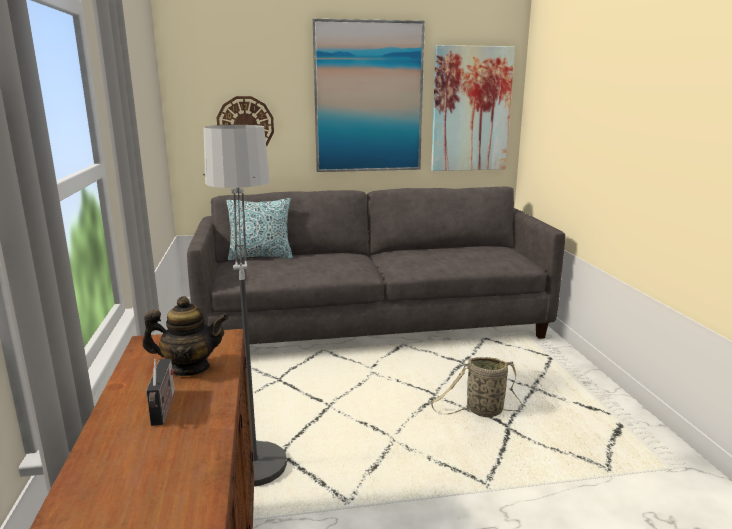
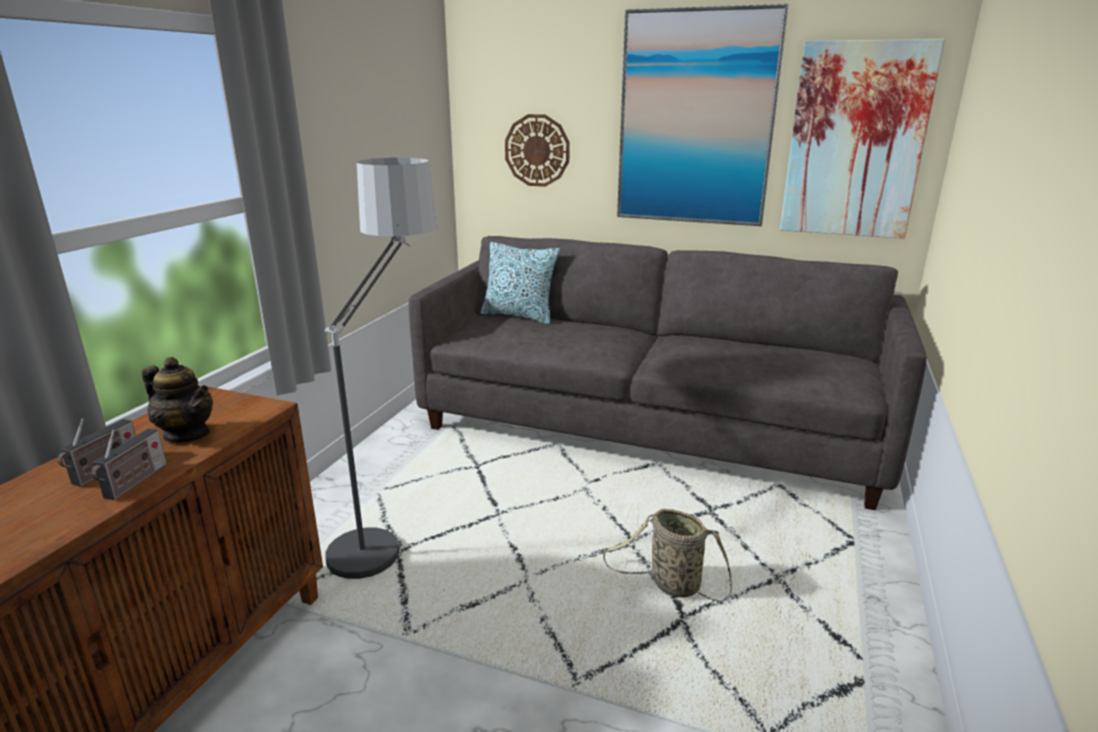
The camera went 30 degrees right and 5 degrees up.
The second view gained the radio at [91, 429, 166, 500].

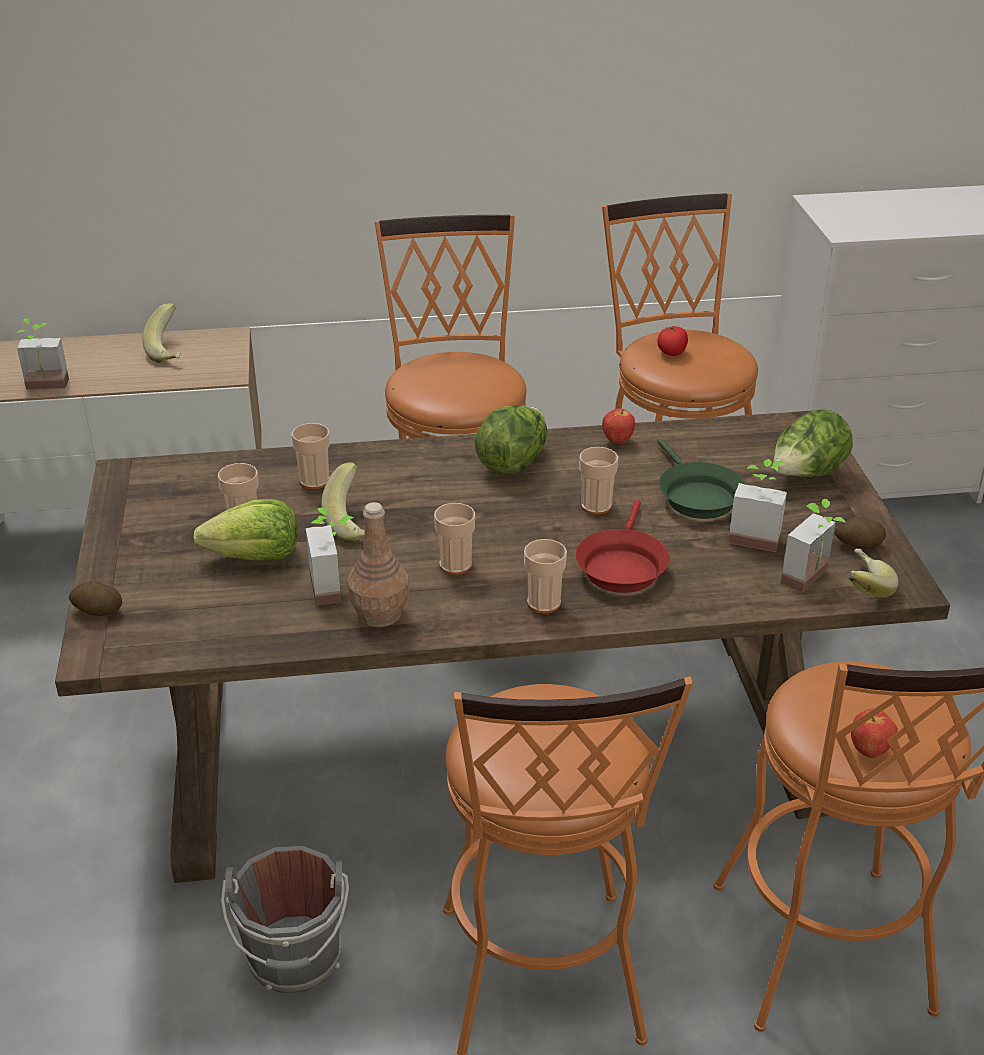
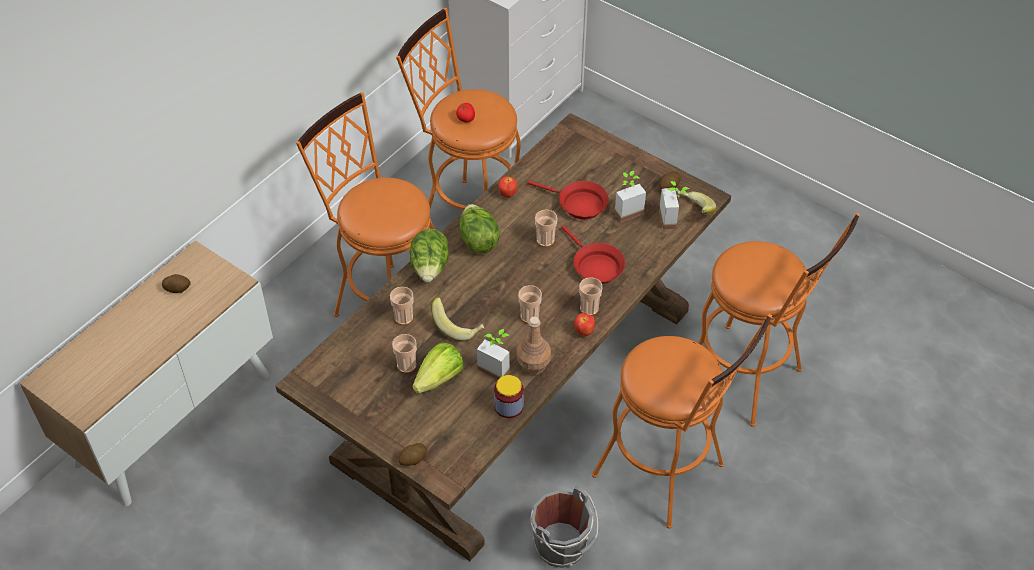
The camera went 45 degrees left and 15 degrees up.
The second view lost the potted plant at [17, 318, 69, 389].
The second view gained the jar at [494, 375, 524, 418].
The lettuce ended up elsewhere, having gone from [773, 409, 853, 478] to [410, 229, 449, 283].
The apple ended up elsewhere, having gone from [851, 708, 898, 758] to [574, 313, 595, 336].
Where the banana stood at [143, 303, 180, 363], the potato came to stand at [162, 274, 191, 293].
What was the green frying pan at [657, 438, 746, 519] turned into the red frying pan at [528, 181, 609, 219].

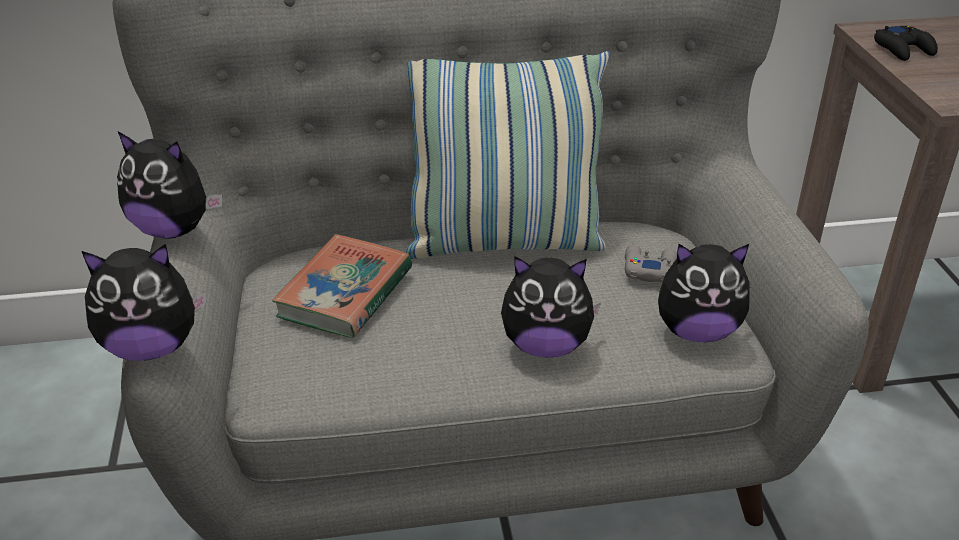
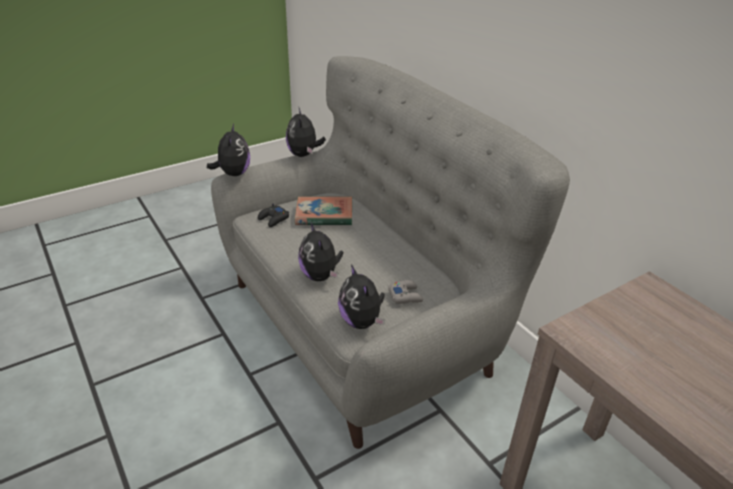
The camera went 65 degrees right and 0 degrees up.
The second view lost the pillow at [405, 51, 610, 259].
The black game controller ended up elsewhere, having gone from [874, 26, 938, 61] to [258, 204, 289, 227].
The plush toy at [82, 244, 206, 361] ended up facing another way, 150 degrees counterclockwise from before.

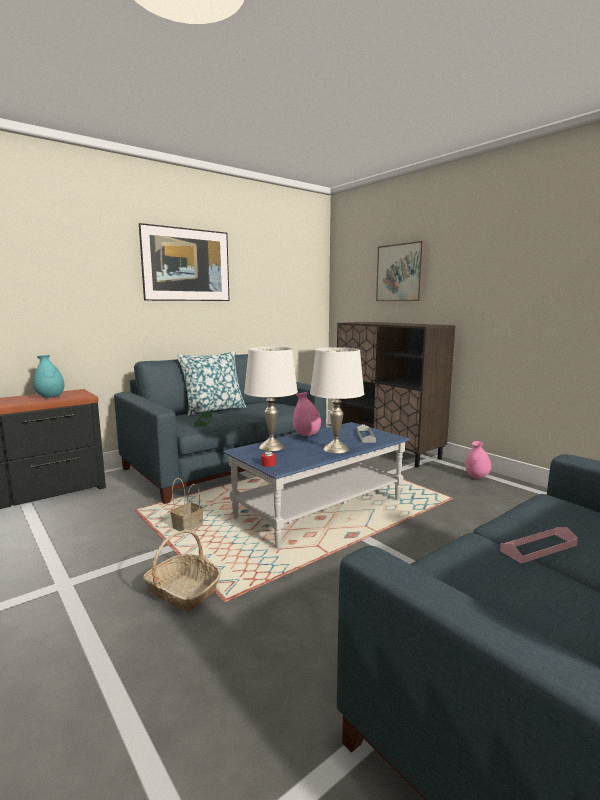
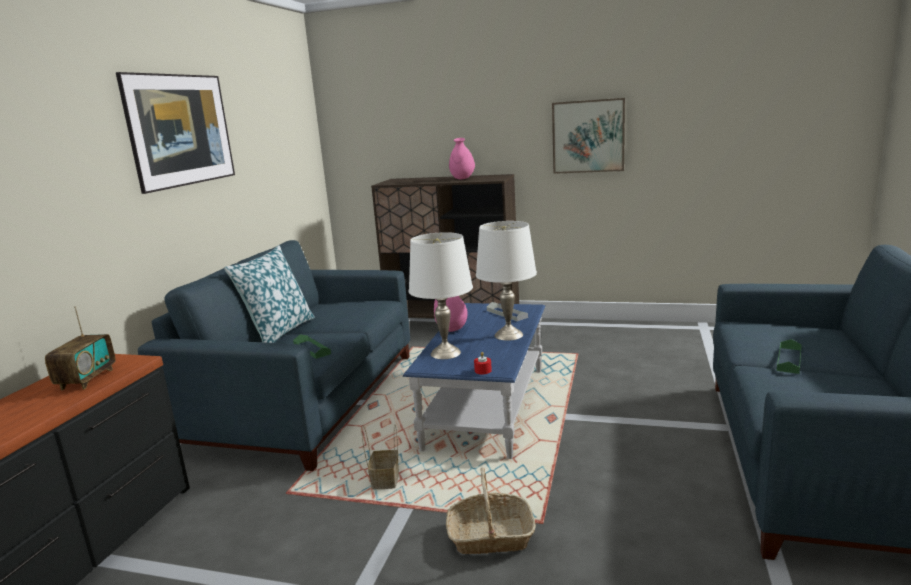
The camera went 35 degrees left and 5 degrees up.
The picture ended up elsewhere, having gone from [376, 241, 425, 301] to [552, 98, 625, 174].
The pink vase ended up elsewhere, having gone from [465, 441, 491, 479] to [449, 138, 475, 179].
Where the turquoise vase stood at [33, 355, 64, 398], the radio came to stand at [45, 306, 116, 390].
What was the pink tray at [500, 527, 578, 564] turned into the green tray at [777, 339, 802, 374].

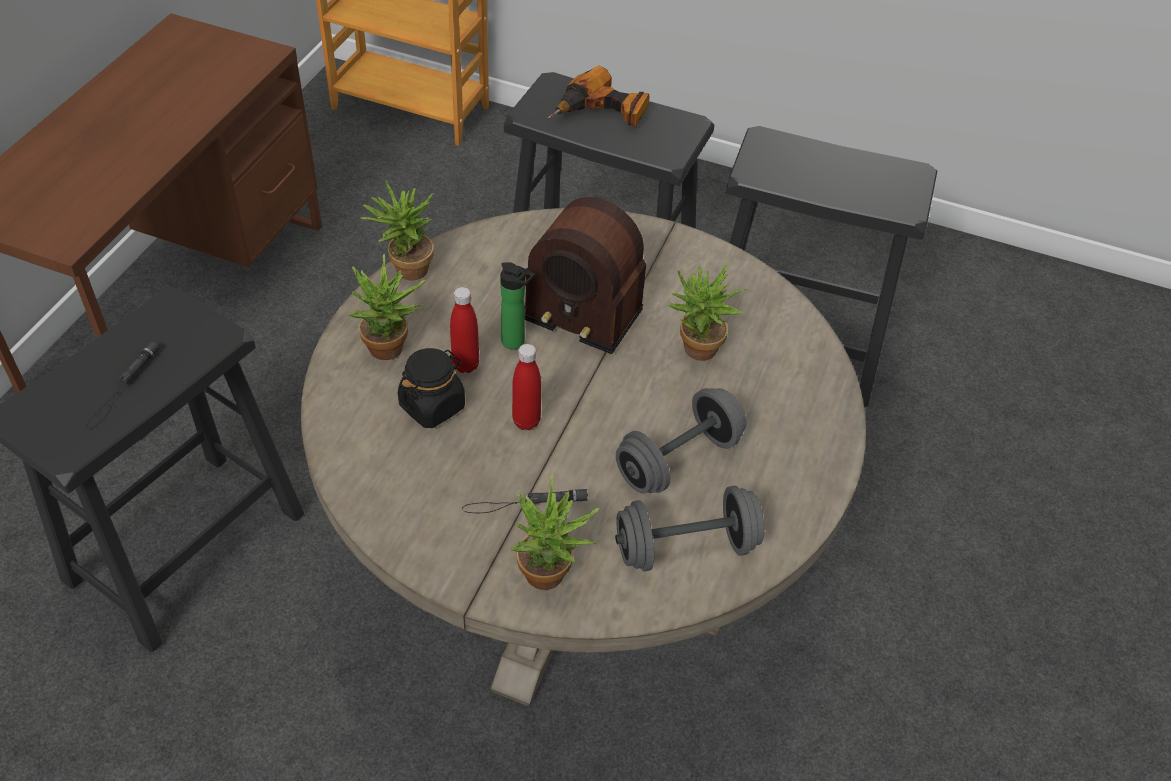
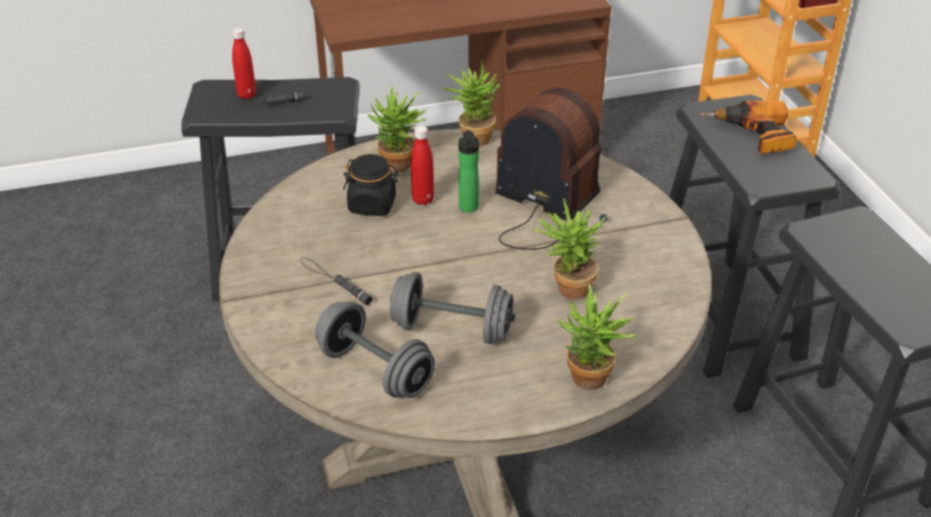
The camera went 55 degrees right and 10 degrees down.
The potted plant ended up elsewhere, having gone from [510, 474, 600, 590] to [557, 285, 637, 390].
The red bottle ended up elsewhere, having gone from [512, 344, 541, 430] to [232, 28, 256, 99].
The radio at [525, 197, 646, 354] ended up facing another way, 135 degrees clockwise from before.

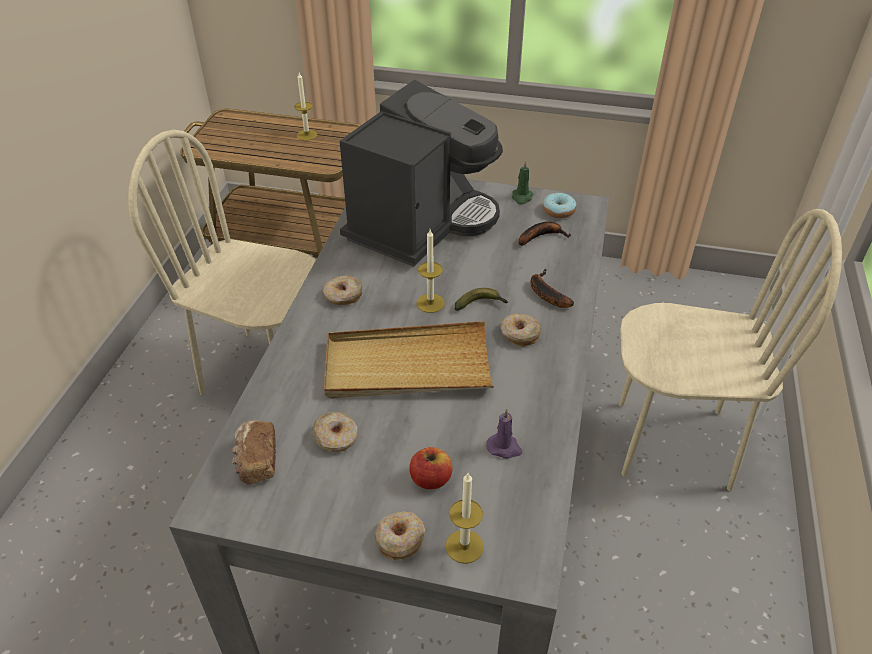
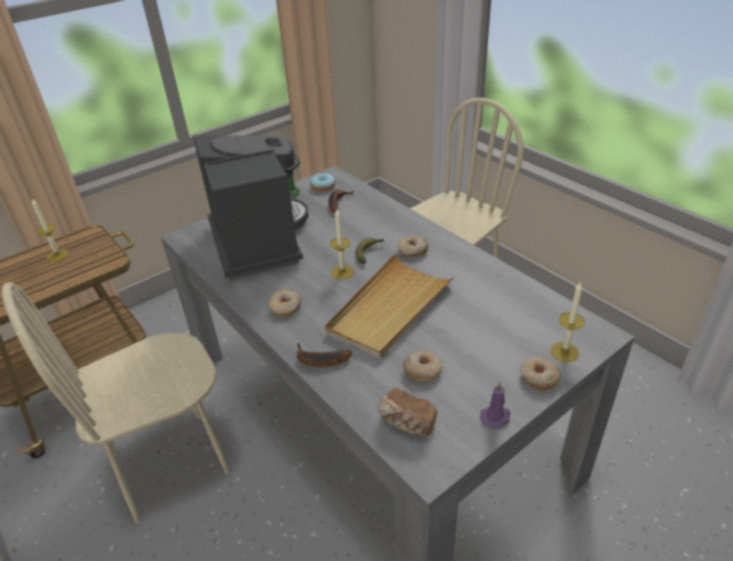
The camera went 50 degrees left and 5 degrees down.
The second view lost the apple at [409, 447, 452, 489].
The purple candle ended up elsewhere, having gone from [486, 409, 522, 459] to [480, 382, 510, 429].
The banana ended up elsewhere, having gone from [531, 269, 574, 308] to [297, 343, 352, 367].

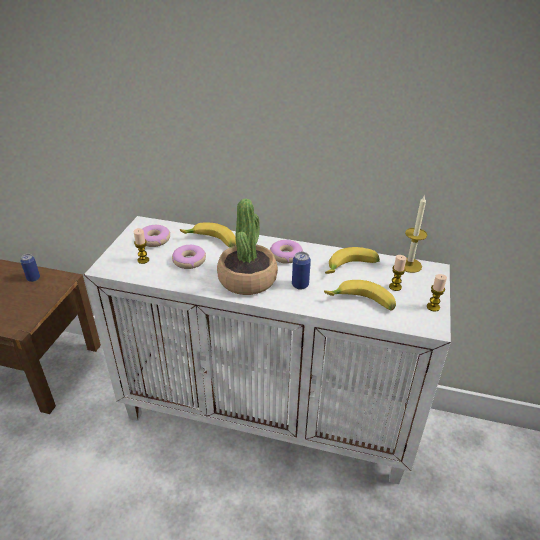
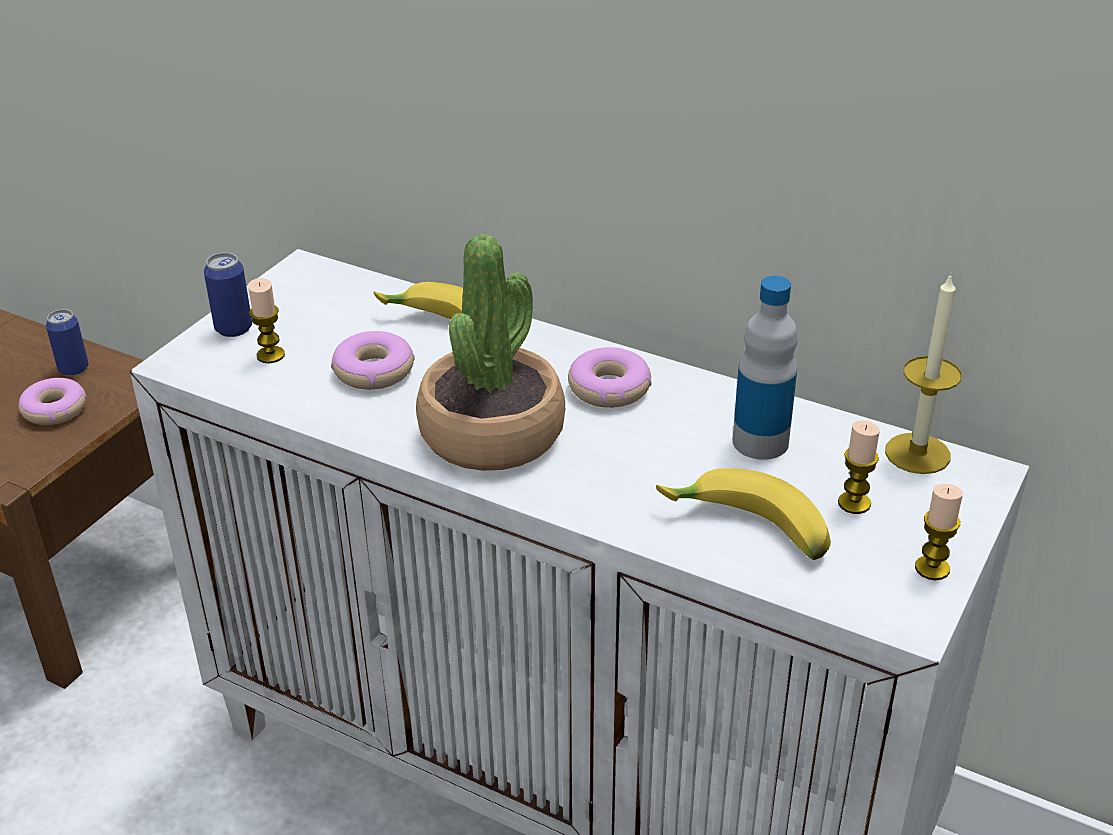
The camera went 15 degrees right and 0 degrees up.
The donut ended up elsewhere, having gone from [142, 225, 170, 247] to [19, 378, 87, 425].
The can ended up elsewhere, having gone from [292, 252, 311, 290] to [204, 252, 252, 337].
Where the banana stood at [325, 247, 380, 274], the bottle came to stand at [732, 276, 798, 460].

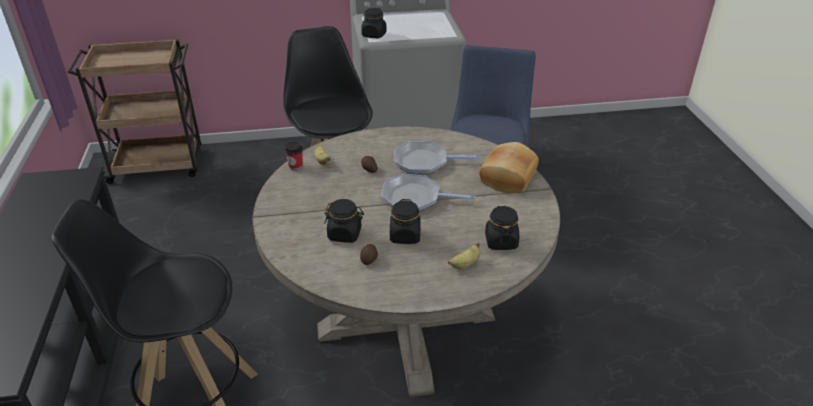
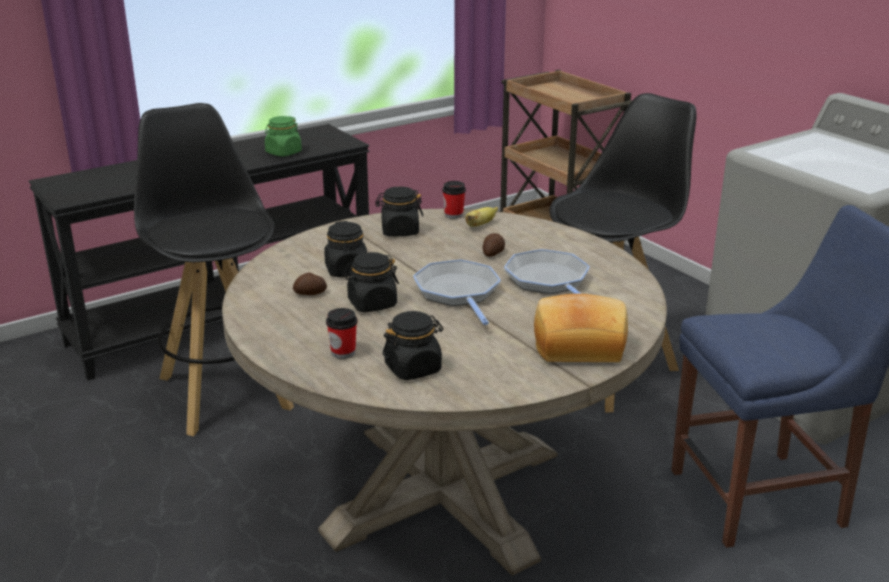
The camera went 65 degrees right and 10 degrees down.
The second view gained the green jar at [265, 116, 302, 156].
The black jar ended up elsewhere, having gone from [361, 8, 387, 38] to [375, 186, 423, 236].
Where the banana stood at [448, 242, 481, 269], the cup came to stand at [326, 308, 357, 359].

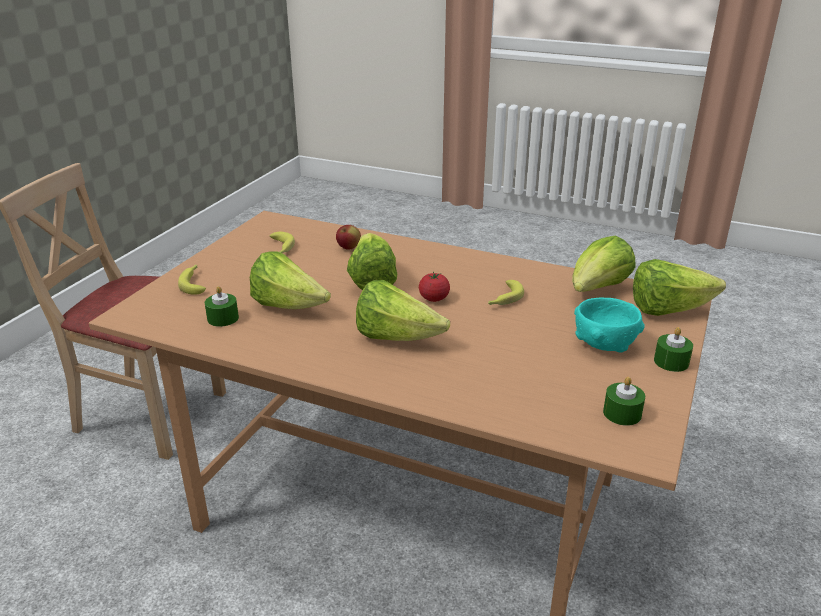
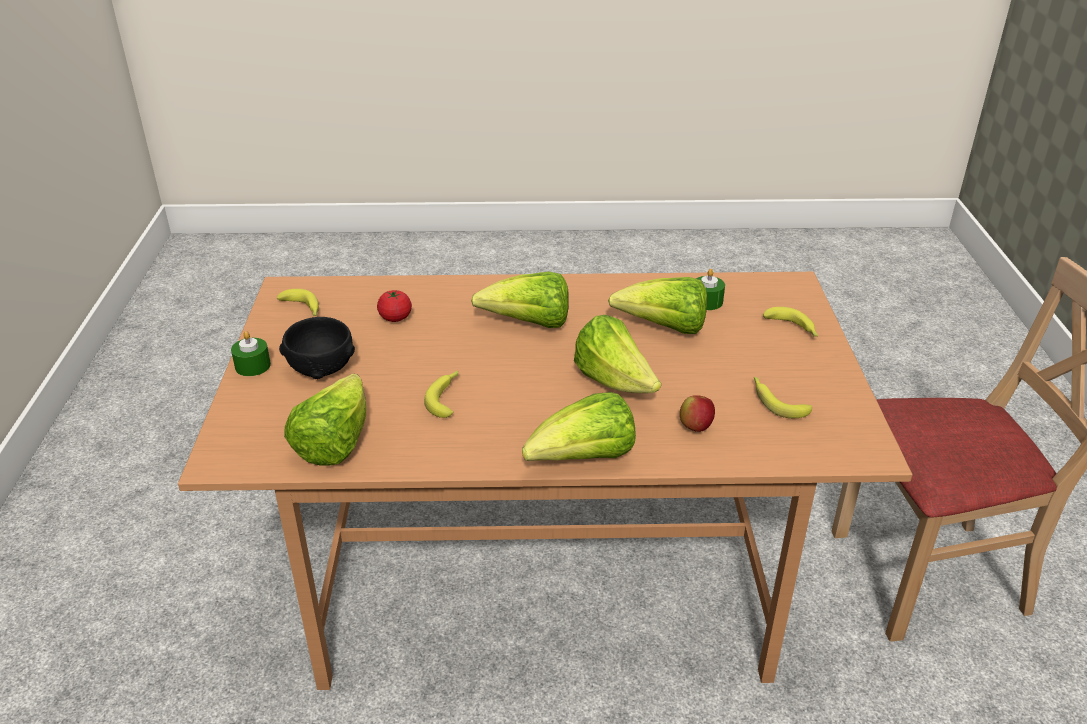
The camera went 155 degrees right and 5 degrees up.
The tomato ended up elsewhere, having gone from [419, 271, 450, 302] to [377, 290, 412, 322].
The lettuce ended up elsewhere, having gone from [633, 259, 726, 316] to [522, 392, 636, 461].
Where the green candle stood at [603, 377, 645, 426], the banana came to stand at [277, 289, 319, 316].
What was the turquoise bowl at [574, 298, 645, 353] turned into the black bowl at [279, 317, 355, 379].

